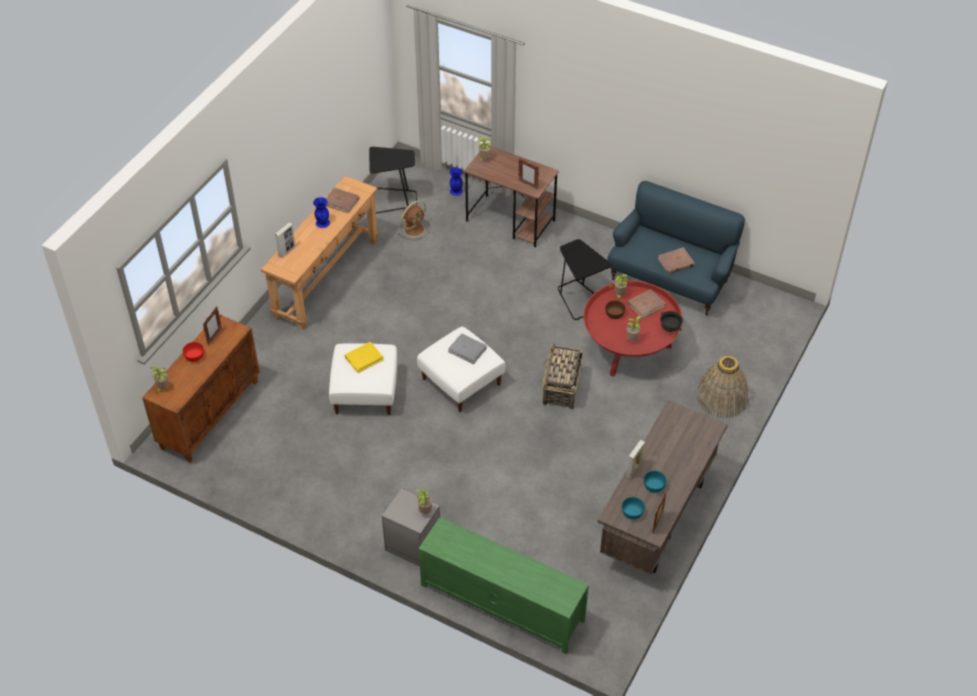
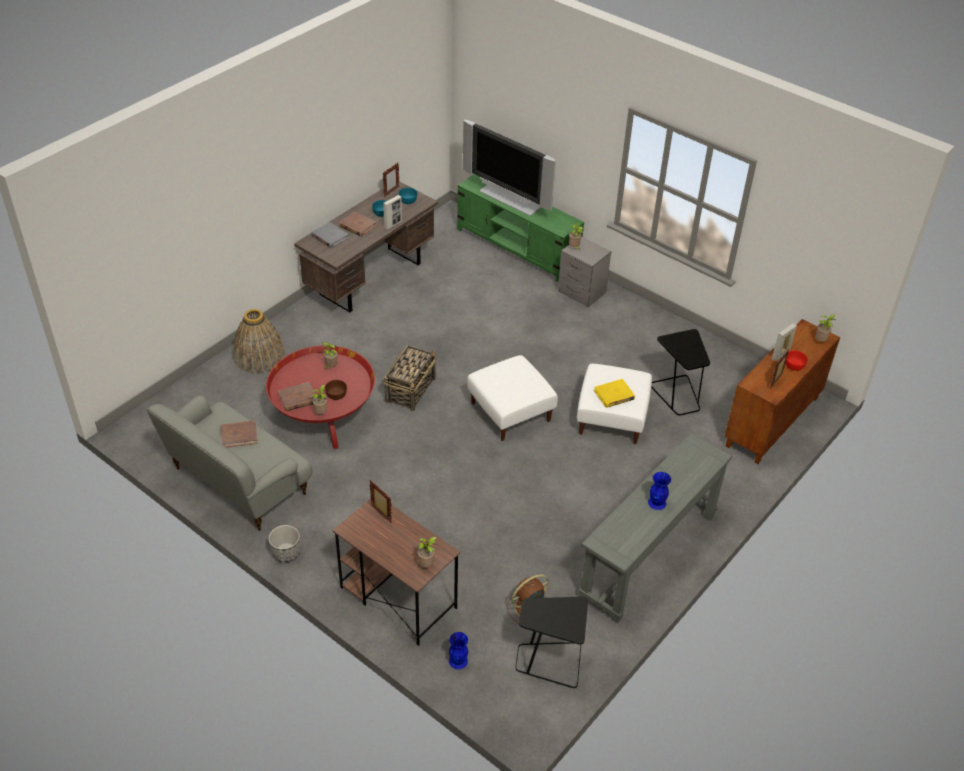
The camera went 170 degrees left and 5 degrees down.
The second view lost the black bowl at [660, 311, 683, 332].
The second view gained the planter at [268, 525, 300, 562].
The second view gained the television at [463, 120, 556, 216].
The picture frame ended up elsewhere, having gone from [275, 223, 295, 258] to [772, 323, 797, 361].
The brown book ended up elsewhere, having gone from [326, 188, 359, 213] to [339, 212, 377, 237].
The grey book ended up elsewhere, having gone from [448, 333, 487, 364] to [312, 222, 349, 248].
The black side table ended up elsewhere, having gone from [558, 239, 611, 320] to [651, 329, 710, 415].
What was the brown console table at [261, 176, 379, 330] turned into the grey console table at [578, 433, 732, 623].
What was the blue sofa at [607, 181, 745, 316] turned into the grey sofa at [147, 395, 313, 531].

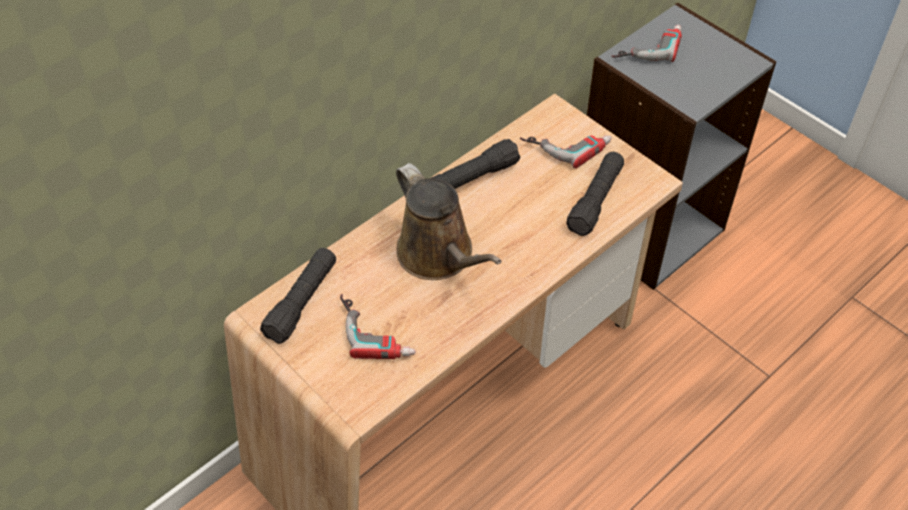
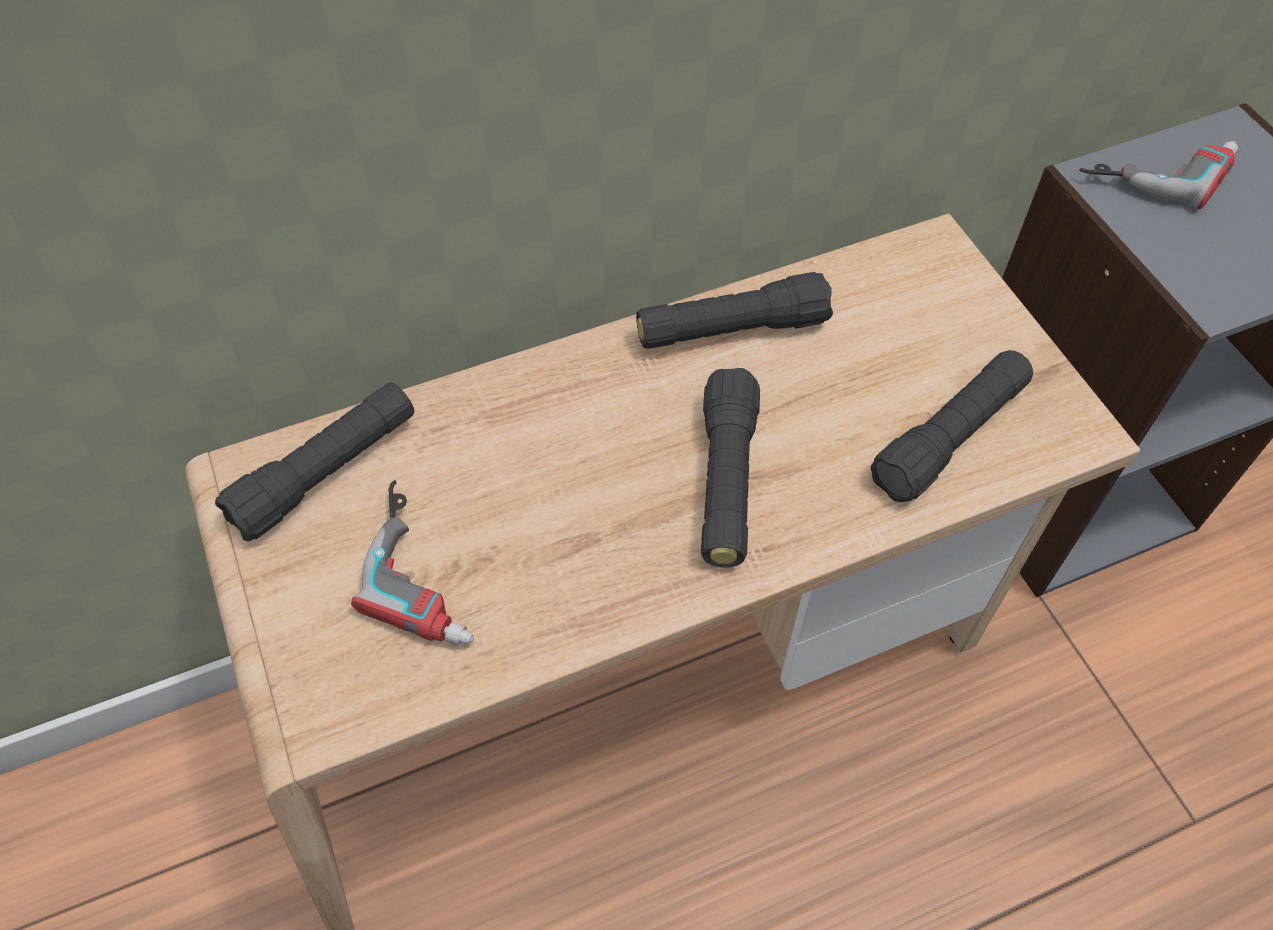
The camera went 20 degrees right and 5 degrees up.
The second view lost the brown watering can at [396, 163, 502, 280].
The second view lost the power drill at [520, 135, 612, 169].
The second view gained the black flashlight at [701, 368, 760, 567].

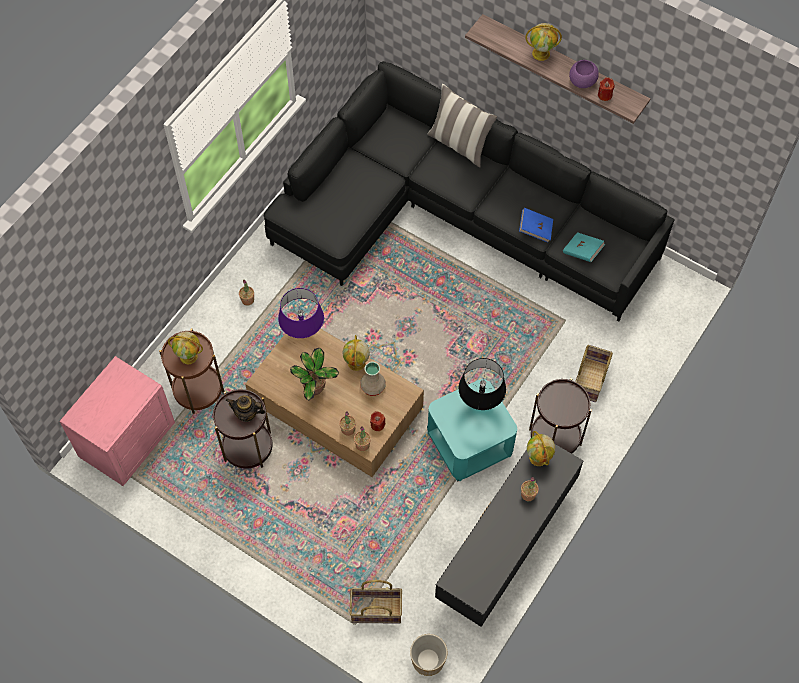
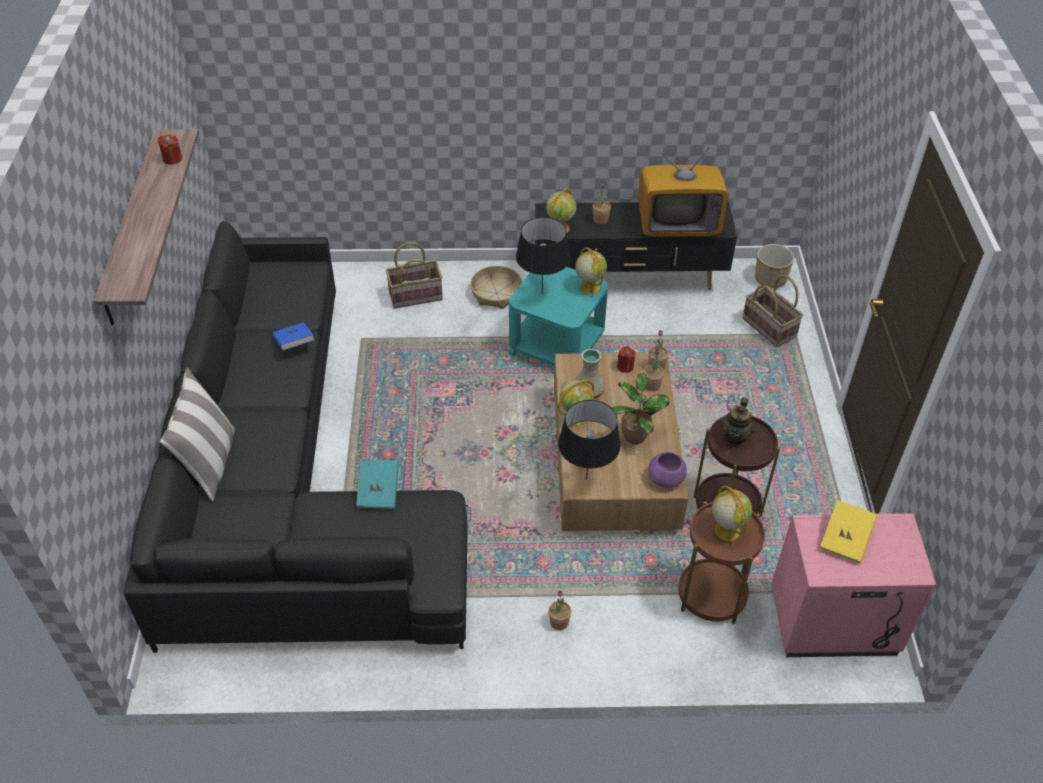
The camera went 125 degrees left and 15 degrees down.
The second view gained the television at [638, 147, 729, 237].
The second view gained the yellow book at [820, 500, 877, 563].
The globe ended up elsewhere, having gone from [525, 23, 562, 61] to [575, 248, 607, 295].
The turquoise book ended up elsewhere, having gone from [563, 232, 605, 262] to [356, 460, 399, 509].
The purple bowl ended up elsewhere, having gone from [569, 60, 599, 88] to [648, 452, 687, 488].
Where the brown side table stood at [529, 378, 592, 454], the basket came to stand at [470, 266, 523, 309].
What was the purple table lamp at [278, 288, 324, 338] turned into the black table lamp at [558, 400, 621, 480].
The teapot at [226, 395, 265, 422] ended up facing another way, 45 degrees clockwise from before.

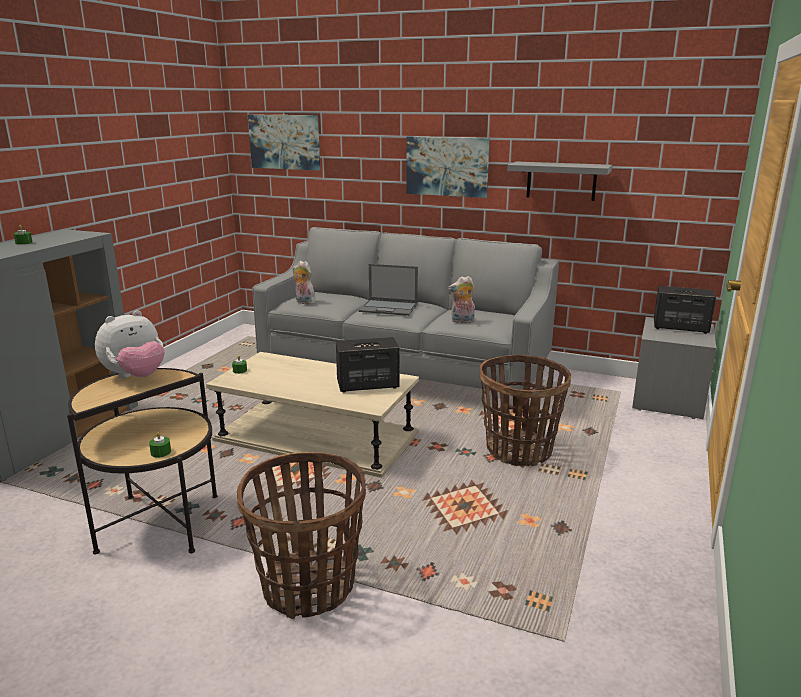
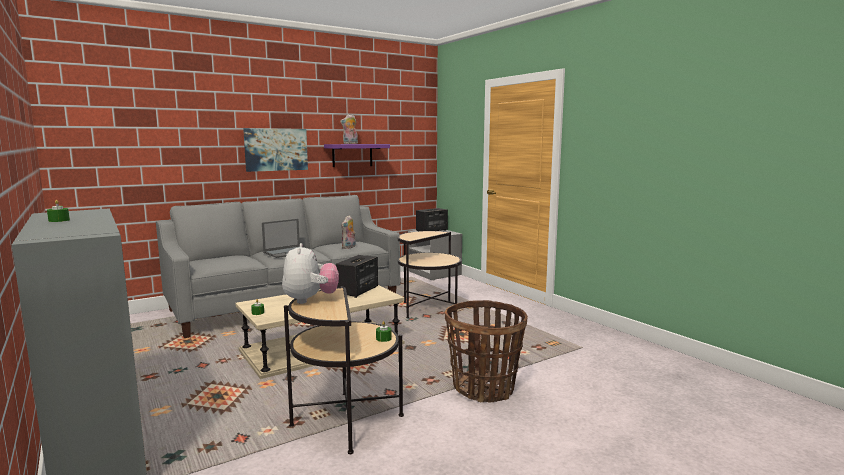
The camera went 55 degrees left and 10 degrees down.
The second view lost the picture at [248, 114, 320, 171].
The plush toy ended up elsewhere, having gone from [292, 261, 315, 305] to [340, 114, 358, 144].
Where the basket stood at [480, 355, 571, 466], the side table came to stand at [398, 231, 462, 318].
What was the grey shelf at [507, 161, 612, 201] turned into the purple shelf at [324, 144, 390, 167].

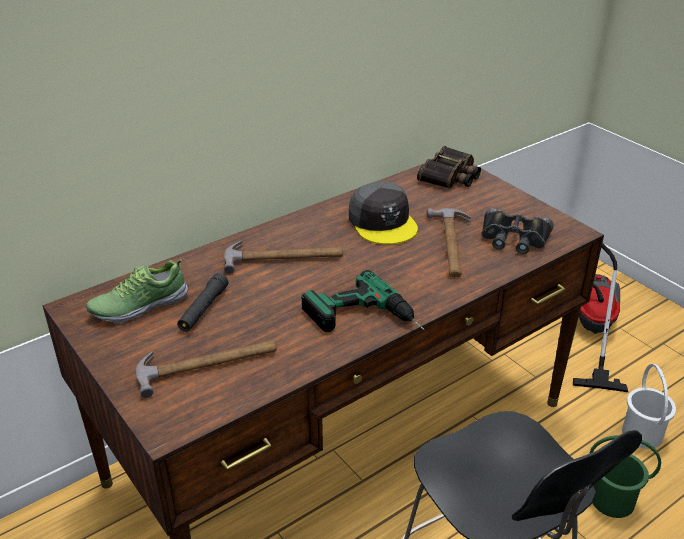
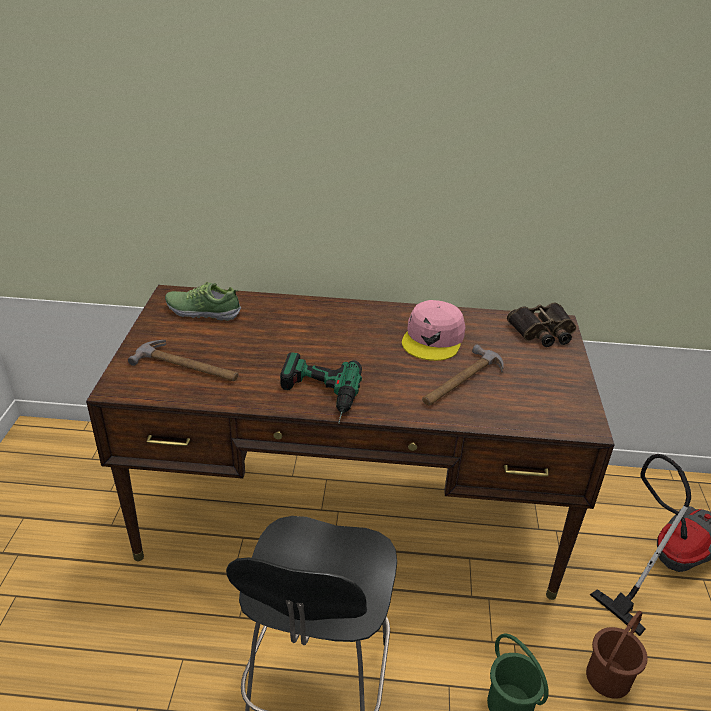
The camera went 40 degrees right and 0 degrees up.
The second view lost the black flashlight at [177, 273, 229, 332].
The second view lost the hammer at [224, 241, 343, 274].
The second view lost the black binoculars at [482, 208, 554, 254].
What was the grey cap at [349, 181, 418, 244] turned into the pink cap at [402, 300, 466, 361].
What was the white bucket at [622, 364, 676, 449] turned into the brown bucket at [586, 611, 648, 699].

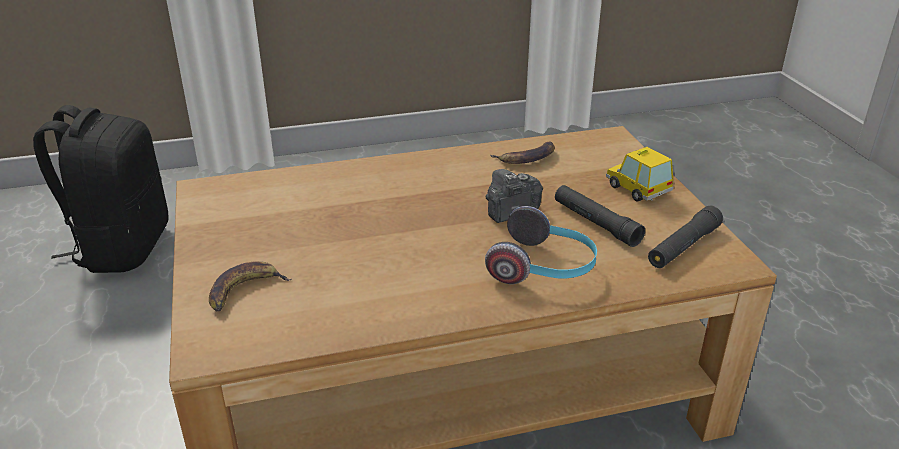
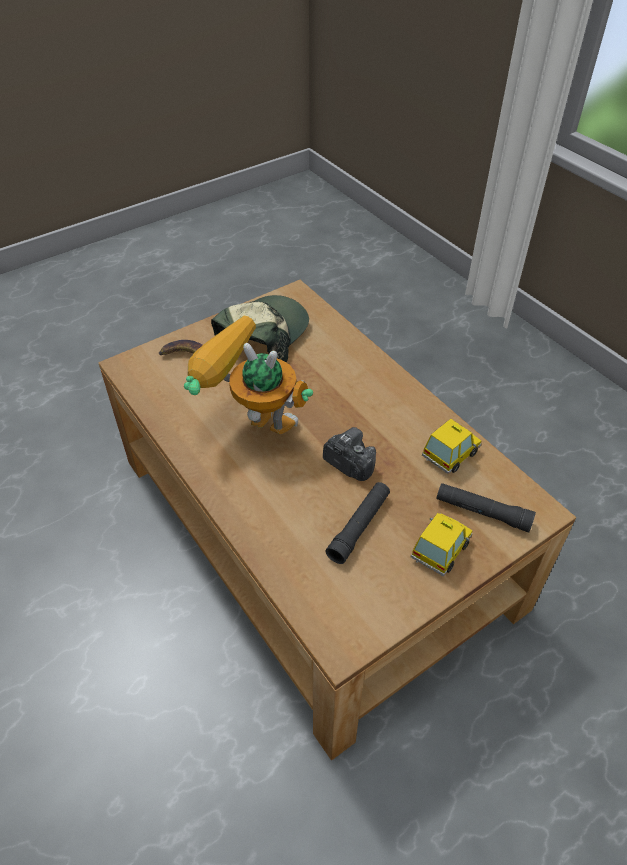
The camera went 70 degrees right and 15 degrees up.
The second view lost the black backpack at [33, 105, 168, 273].
The second view lost the headphones at [485, 206, 597, 284].
The second view gained the toy robot at [184, 316, 313, 434].
The second view gained the cap at [211, 295, 309, 362].
The black flashlight ended up elsewhere, having gone from [648, 206, 723, 268] to [436, 483, 536, 532].
Where the banana stood at [490, 141, 555, 164], the toy car came to stand at [422, 419, 481, 474].

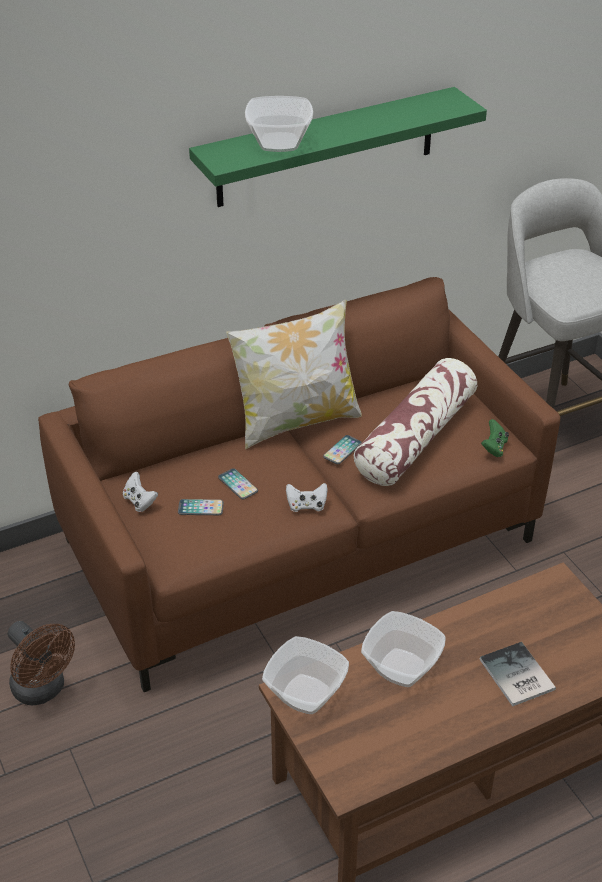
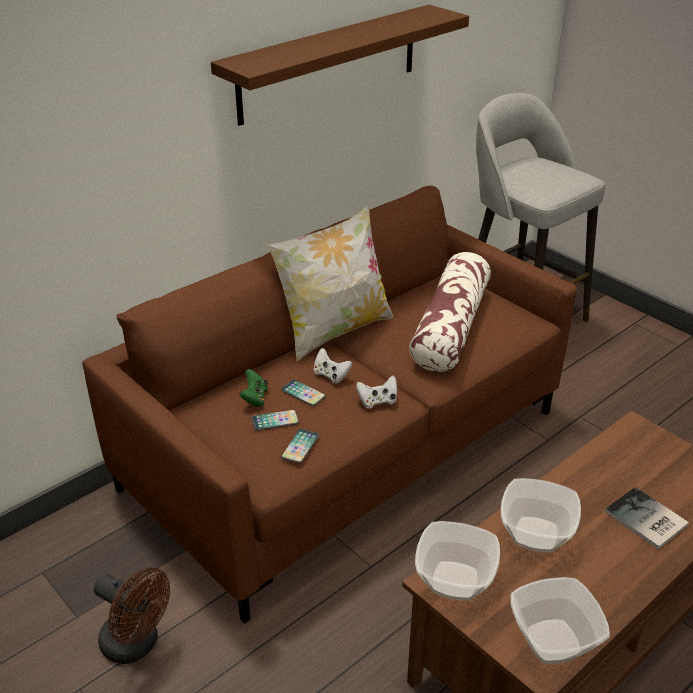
The camera went 15 degrees left and 5 degrees down.
The white game controller ended up elsewhere, having gone from [123, 472, 158, 512] to [314, 348, 353, 384].
The bowl ended up elsewhere, having gone from [245, 96, 313, 152] to [510, 577, 610, 664].
The phone ended up elsewhere, having gone from [323, 435, 362, 464] to [281, 429, 319, 464].
The green game controller ended up elsewhere, having gone from [481, 419, 509, 457] to [239, 369, 268, 407].
What was the green shelf at [189, 87, 487, 207] turned into the brown shelf at [211, 5, 469, 126].

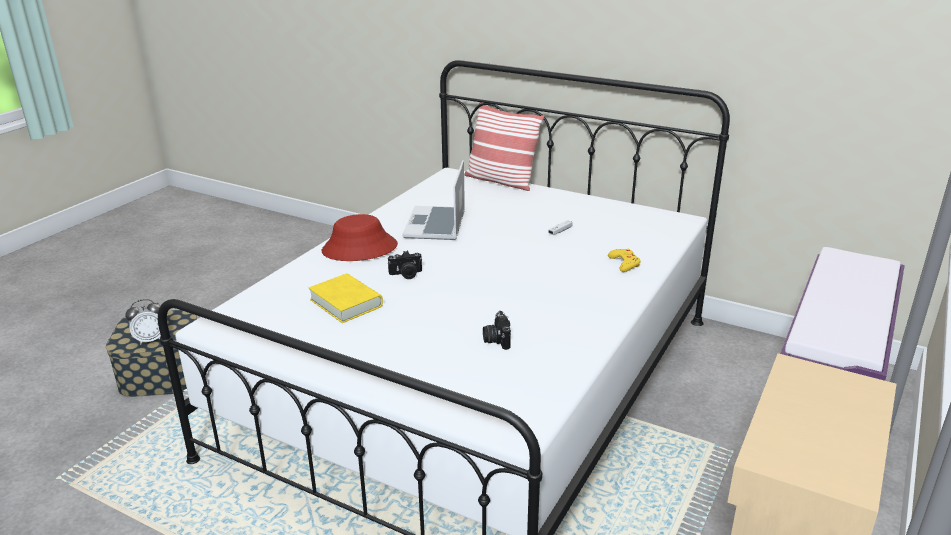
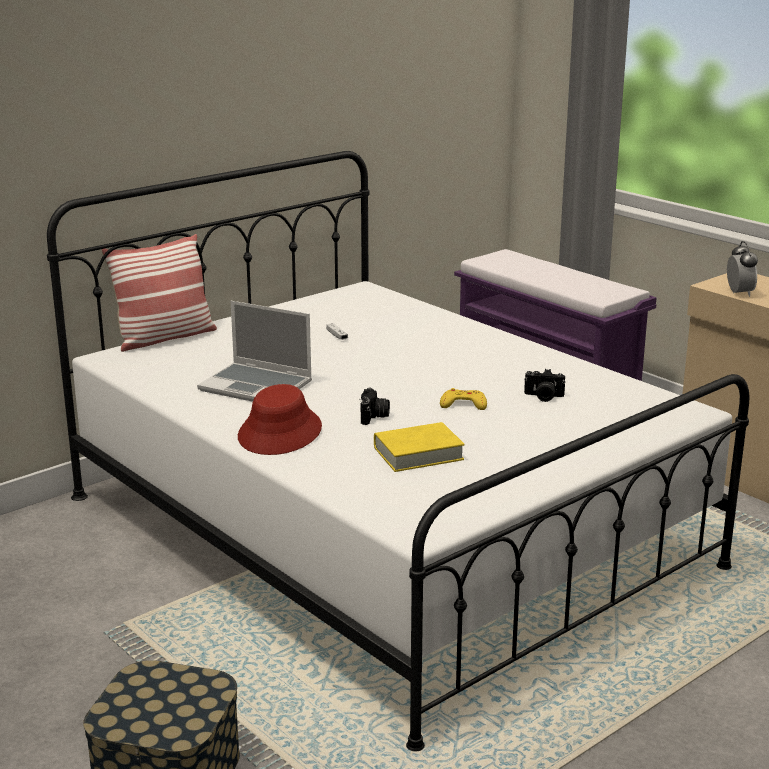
The camera went 70 degrees left and 5 degrees down.
The alarm clock ended up elsewhere, having gone from [125, 299, 161, 345] to [727, 241, 758, 297].
The yellow game controller ended up elsewhere, having gone from [608, 249, 641, 272] to [440, 388, 487, 410].

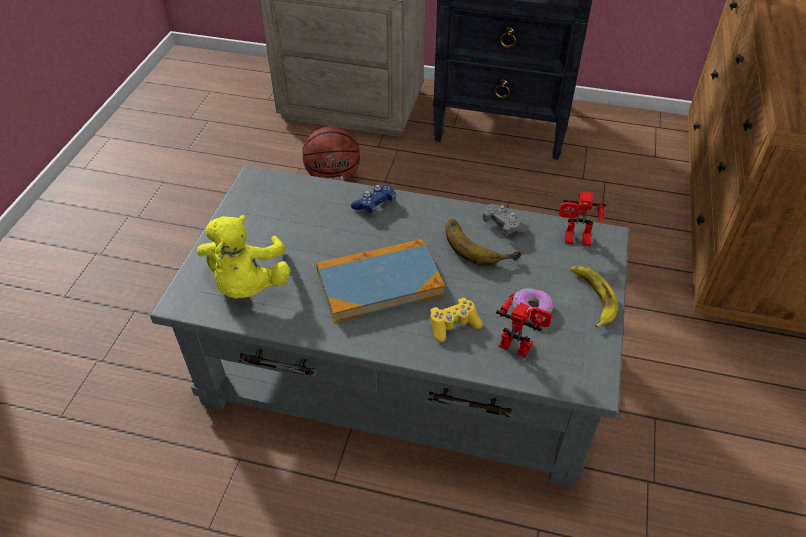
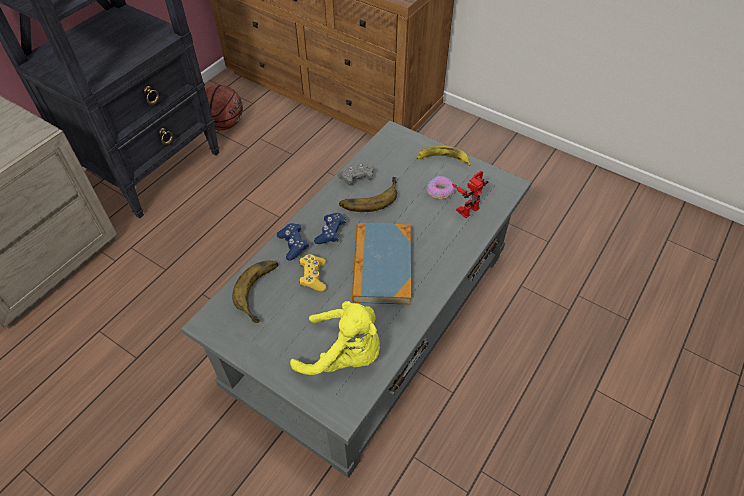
The camera went 70 degrees left and 5 degrees up.
The second view lost the toy robot at [559, 192, 606, 246].
The second view gained the banana at [232, 260, 278, 323].
The second view gained the blue game controller at [314, 213, 346, 244].
The basketball ended up elsewhere, having gone from [302, 126, 360, 181] to [205, 85, 243, 130].
The yellow game controller ended up elsewhere, having gone from [430, 298, 483, 342] to [299, 254, 327, 291].

